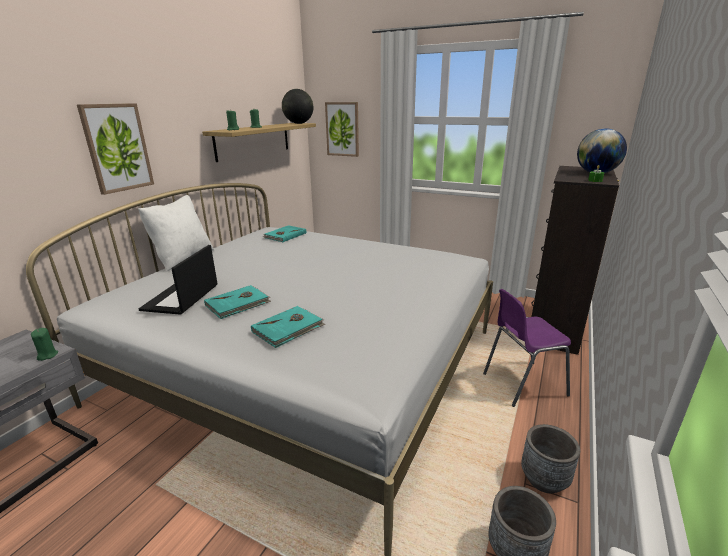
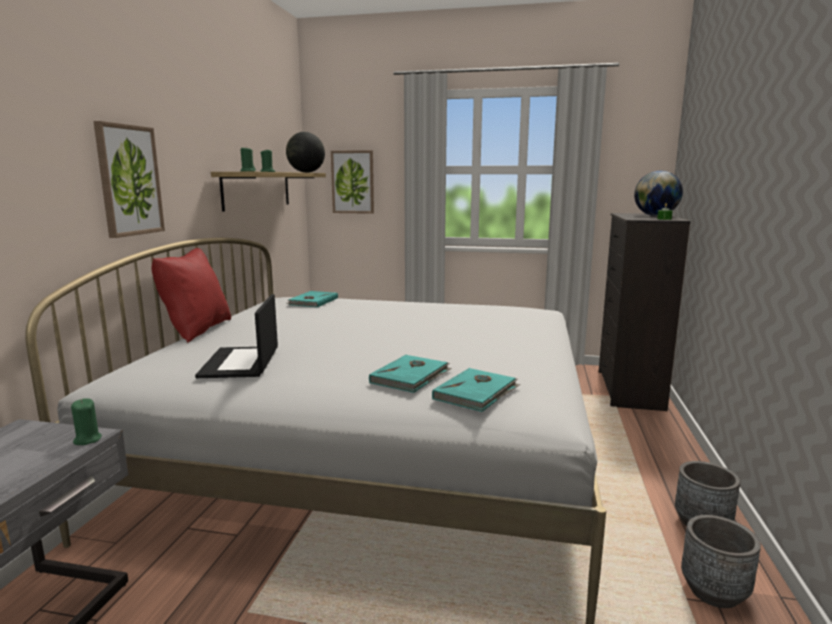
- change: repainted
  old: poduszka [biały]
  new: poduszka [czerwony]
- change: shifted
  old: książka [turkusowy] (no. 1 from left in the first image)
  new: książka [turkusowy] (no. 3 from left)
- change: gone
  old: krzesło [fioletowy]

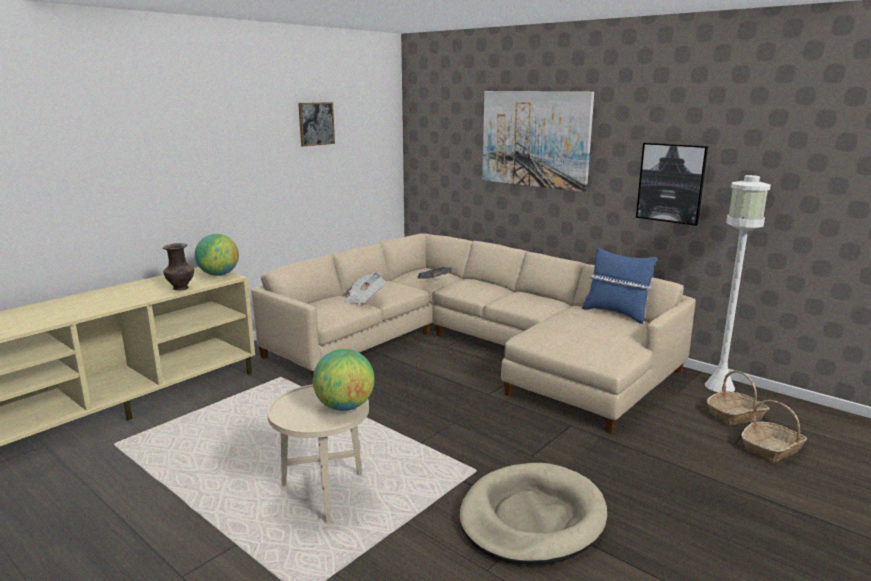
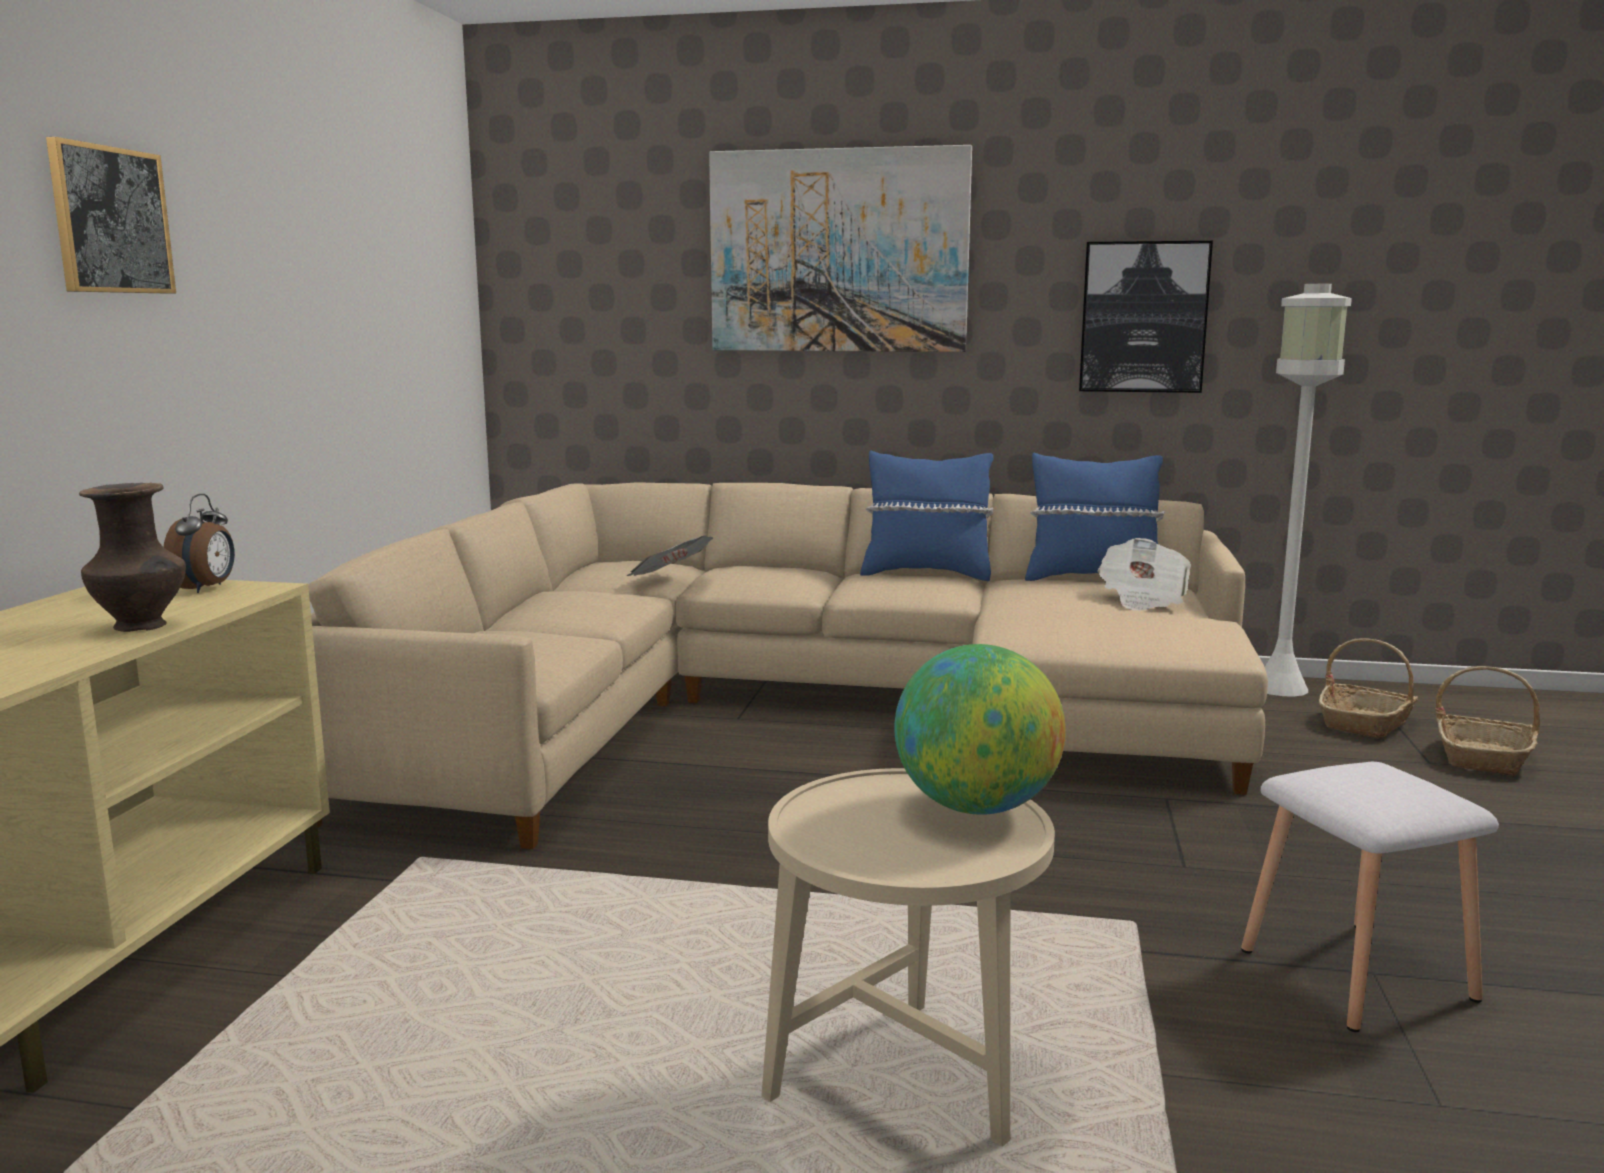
- change: swapped
  old: globus (no. 1 from left)
  new: budzik
- change: shifted
  old: obraz (no. 1 from left)
- change: shifted
  old: gazeta (no. 1 from left in the first image)
  new: gazeta (no. 2 from left)
- change: swapped
  old: legowisko [beżowy]
  new: stołek [biały]
- change: new
  new: poduszka [niebieski] (no. 1 from left)

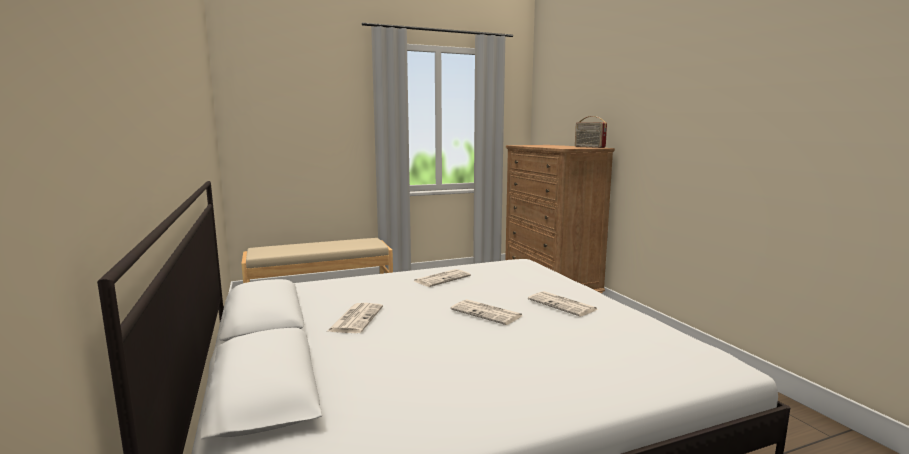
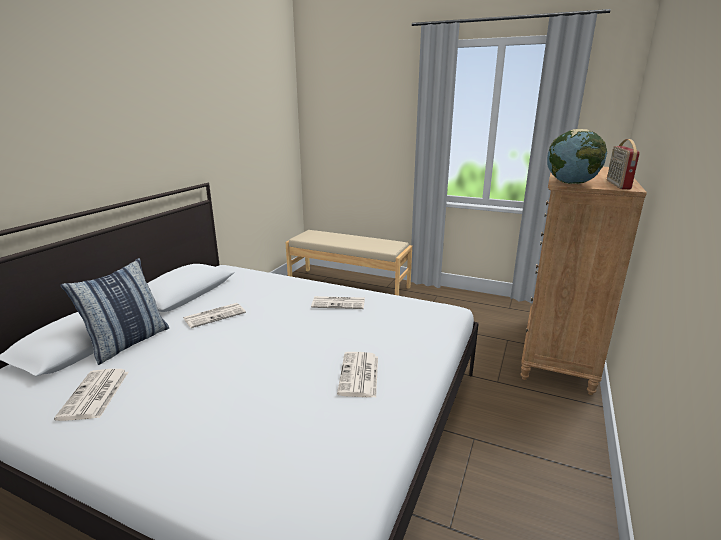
- change: shifted
  old: gazeta (no. 3 from left in the first image)
  new: gazeta (no. 1 from left)
- change: new
  new: poduszka
- change: new
  new: globus

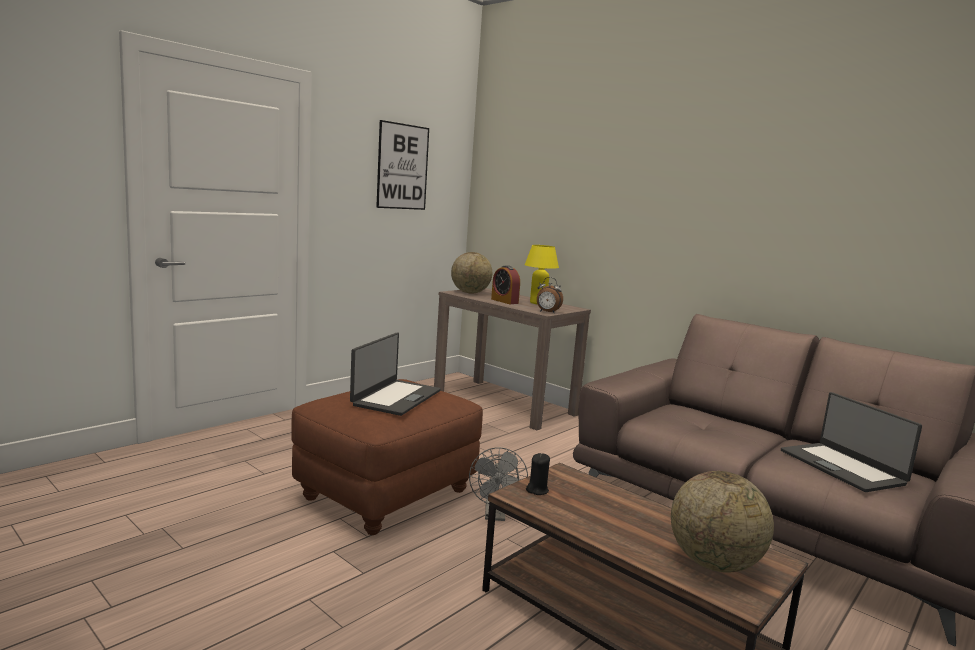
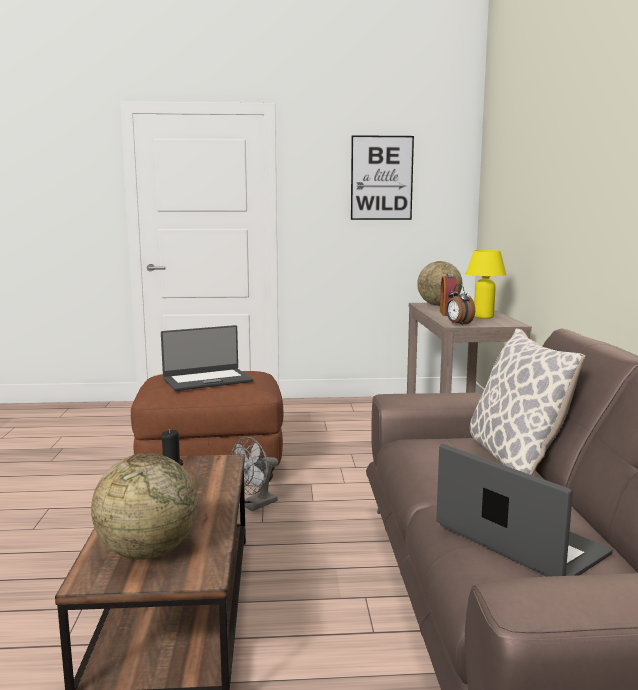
- change: rotated
  old: laptop (no. 2 from left)
  degrees: 120
- change: new
  new: poduszka

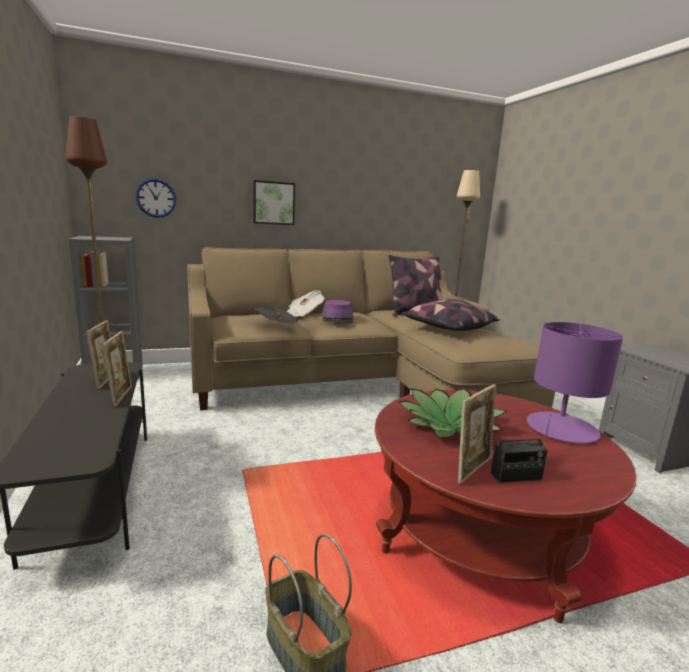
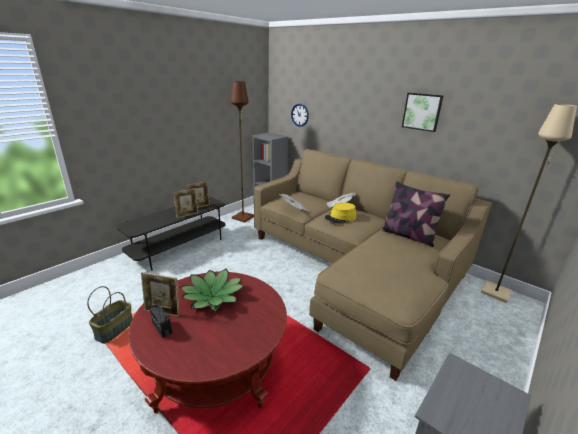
- change: shifted
  old: obraz
- change: repainted
  old: kapelusz [fioletowy]
  new: kapelusz [żółty]
- change: gone
  old: poduszka (no. 2 from left)
- change: gone
  old: lampa stołowa [fioletowy]

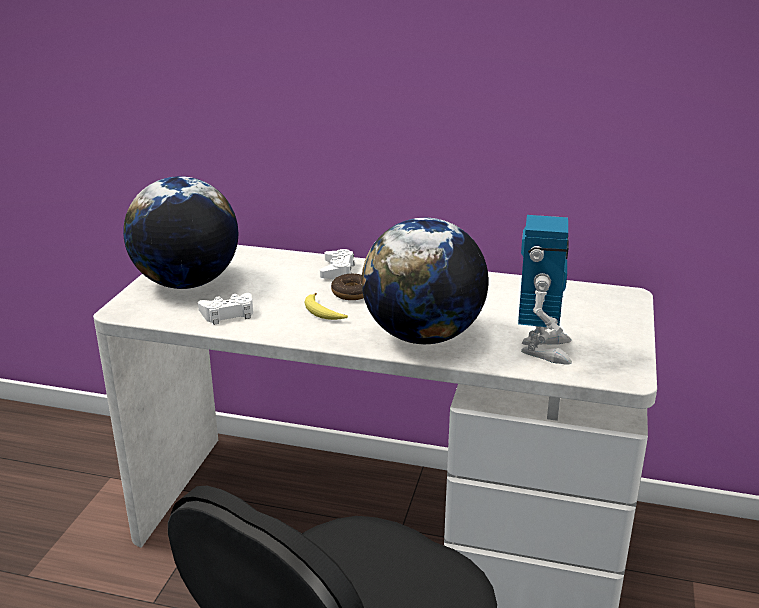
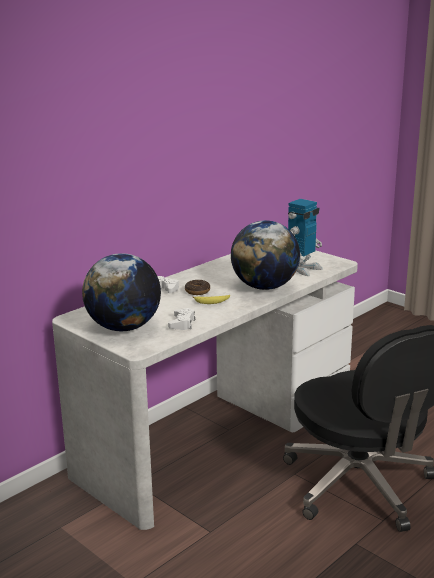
- change: rotated
  old: robot zabawkowy
  degrees: 90

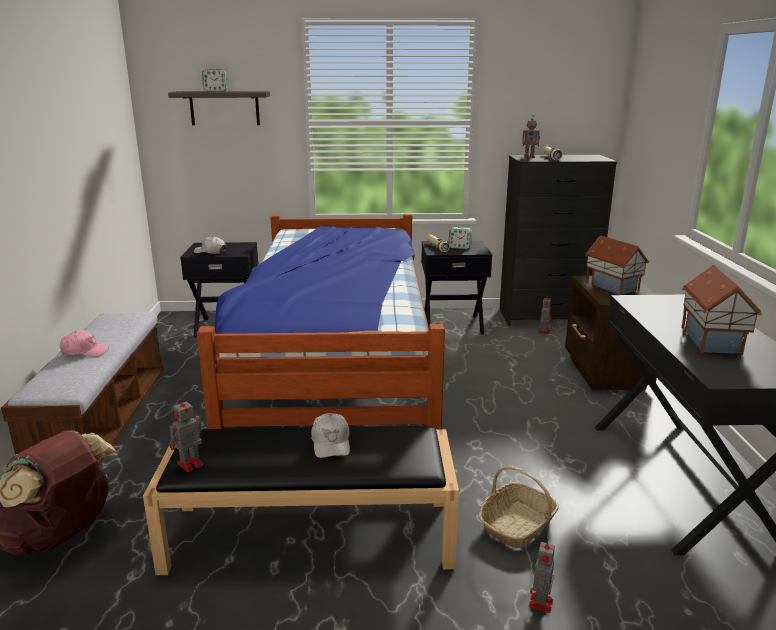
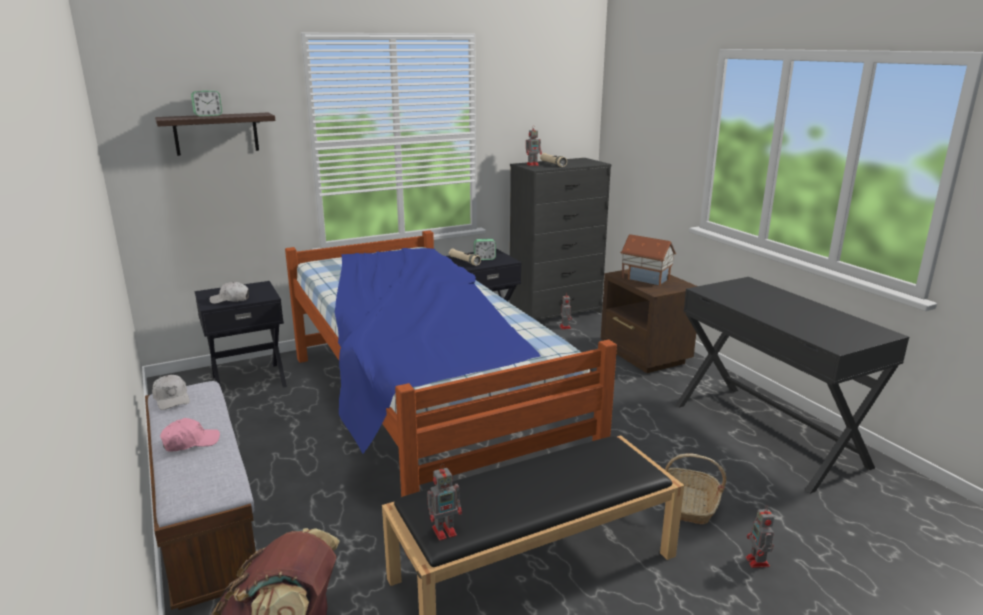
- change: rotated
  old: robot zabawkowy (no. 1 from left)
  degrees: -135
- change: shifted
  old: czapka z daszkiem [biały] (no. 2 from left in the first image)
  new: czapka z daszkiem [biały] (no. 1 from left)
- change: gone
  old: domek (no. 2 from left)

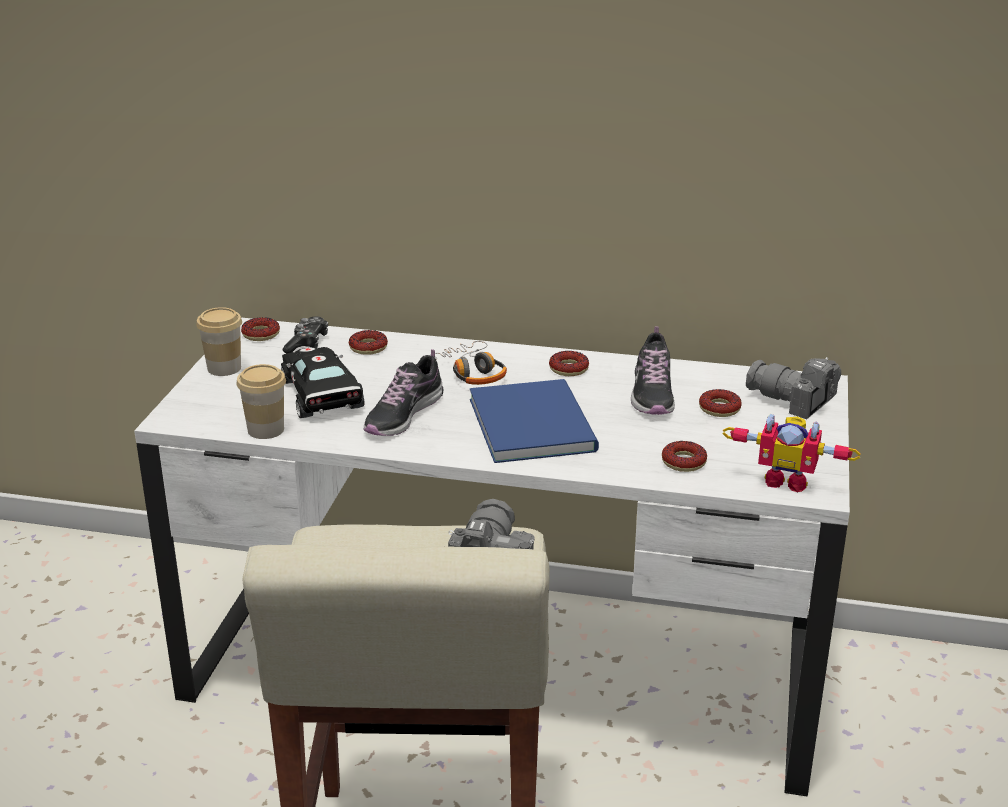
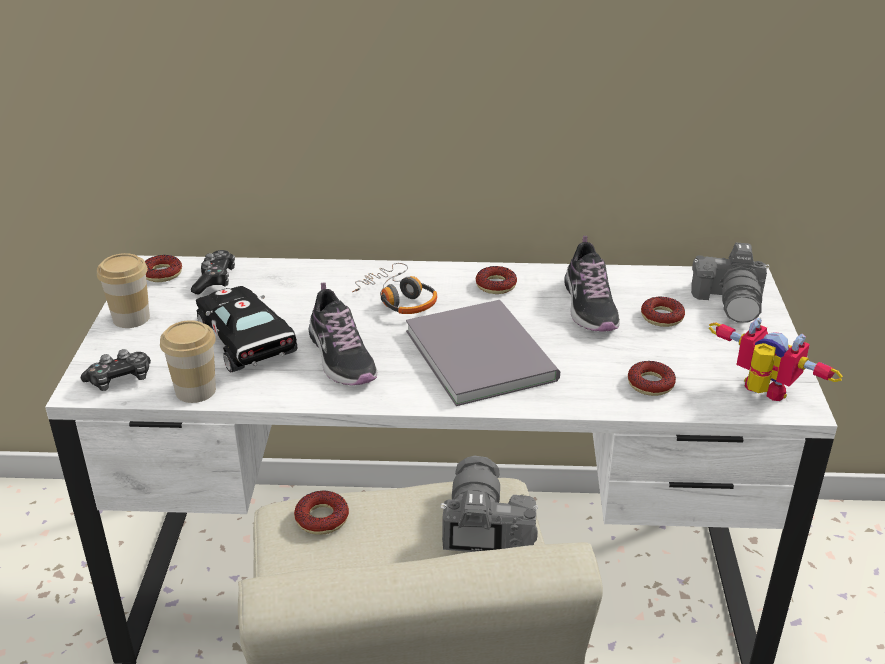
- change: shifted
  old: donut (no. 2 from left)
- change: rotated
  old: but (no. 1 from left)
  degrees: -45
- change: repainted
  old: książka [niebieski]
  new: książka [szary]
- change: rotated
  old: robot zabawkowy
  degrees: -150
- change: rotated
  old: aparat fotograficzny (no. 2 from left)
  degrees: -105
- change: new
  new: pad do gier (no. 1 from left)

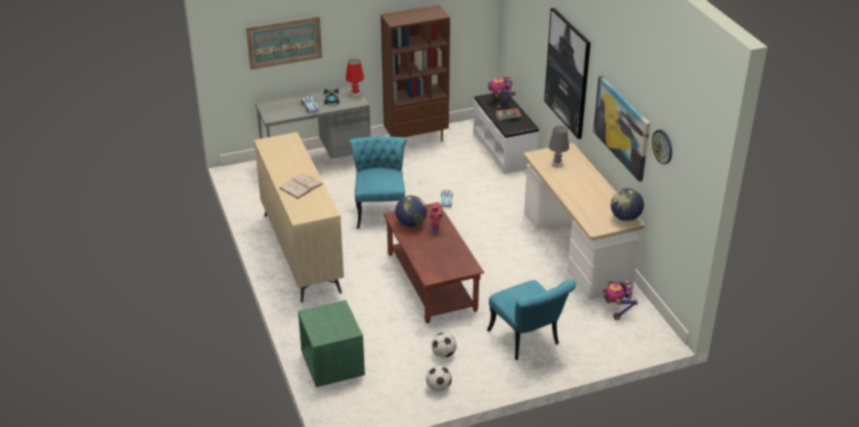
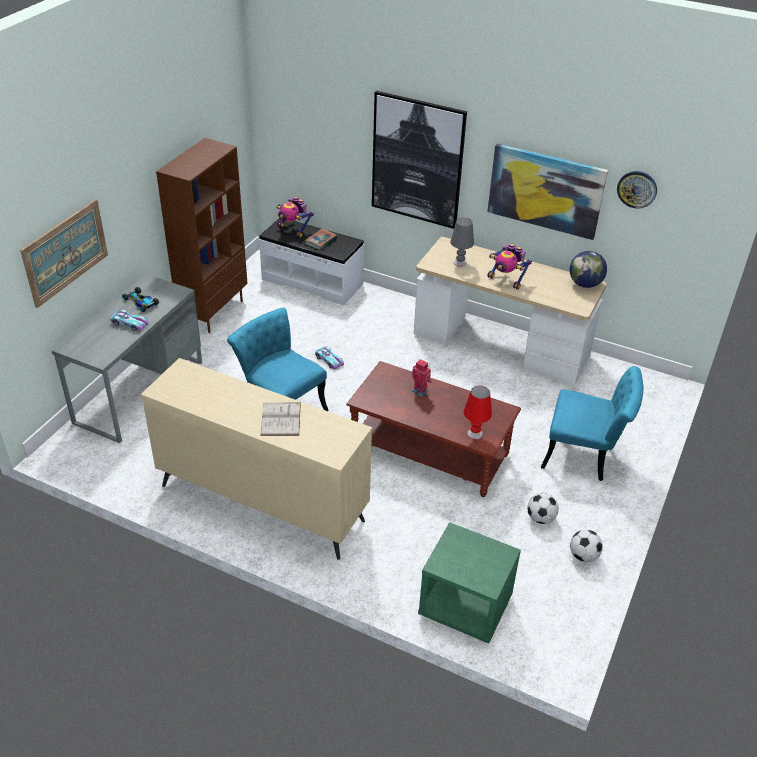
- change: shifted
  old: lampa stołowa [czerwony]
- change: gone
  old: globus (no. 1 from left)
- change: shifted
  old: robot zabawkowy (no. 3 from left)

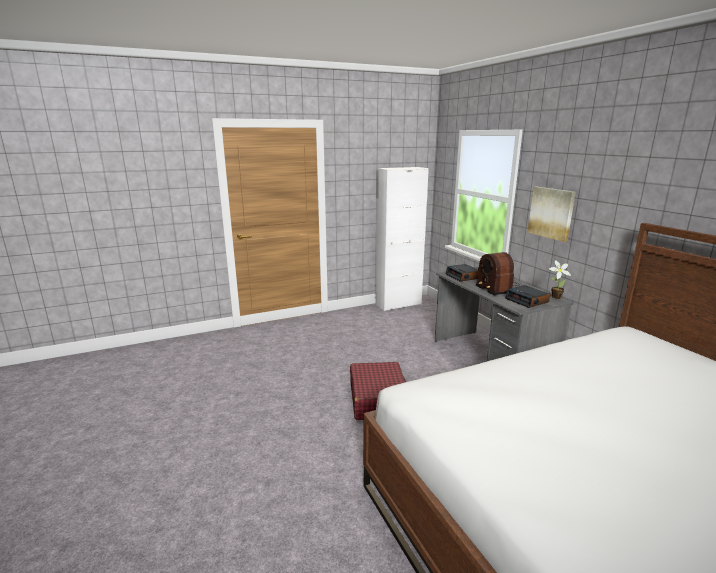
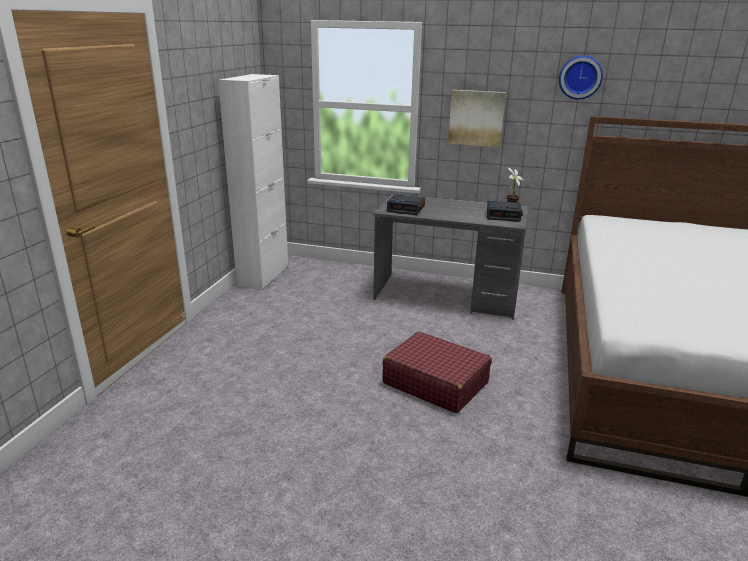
- change: gone
  old: radio
- change: new
  new: zegar ścienny

